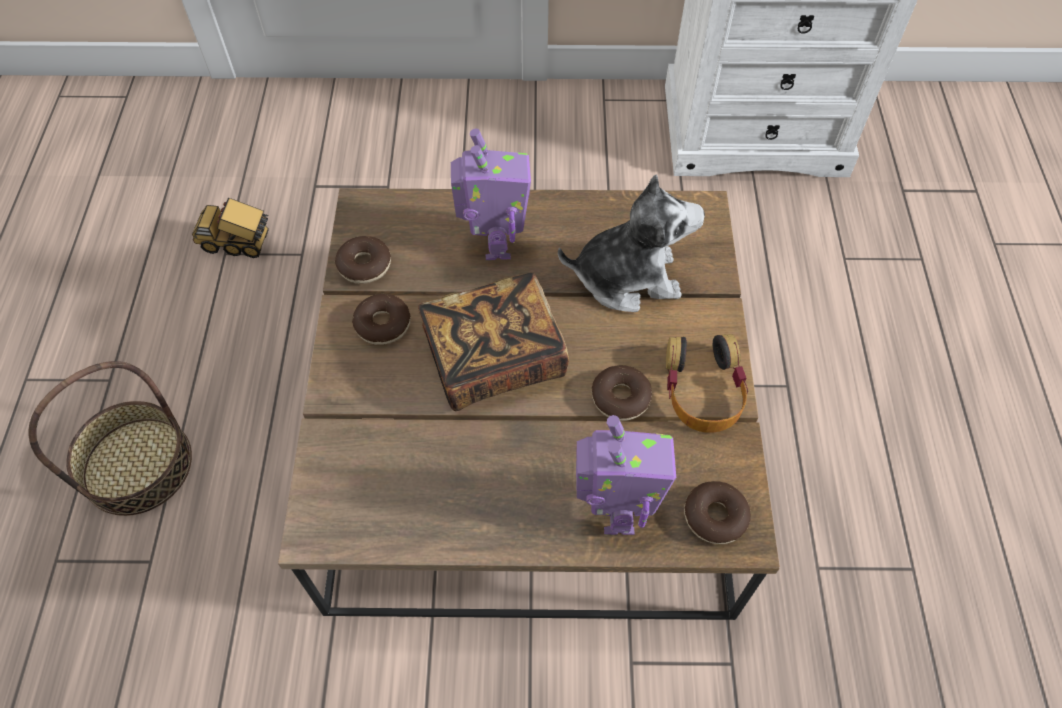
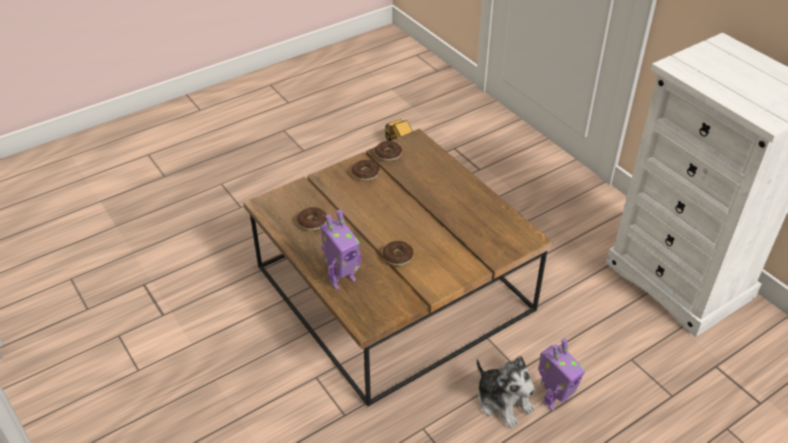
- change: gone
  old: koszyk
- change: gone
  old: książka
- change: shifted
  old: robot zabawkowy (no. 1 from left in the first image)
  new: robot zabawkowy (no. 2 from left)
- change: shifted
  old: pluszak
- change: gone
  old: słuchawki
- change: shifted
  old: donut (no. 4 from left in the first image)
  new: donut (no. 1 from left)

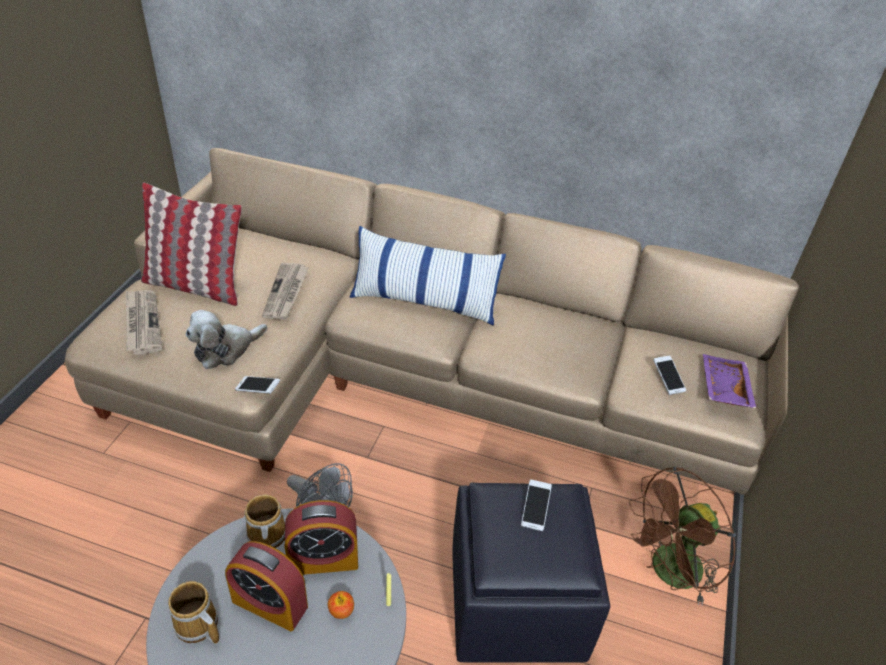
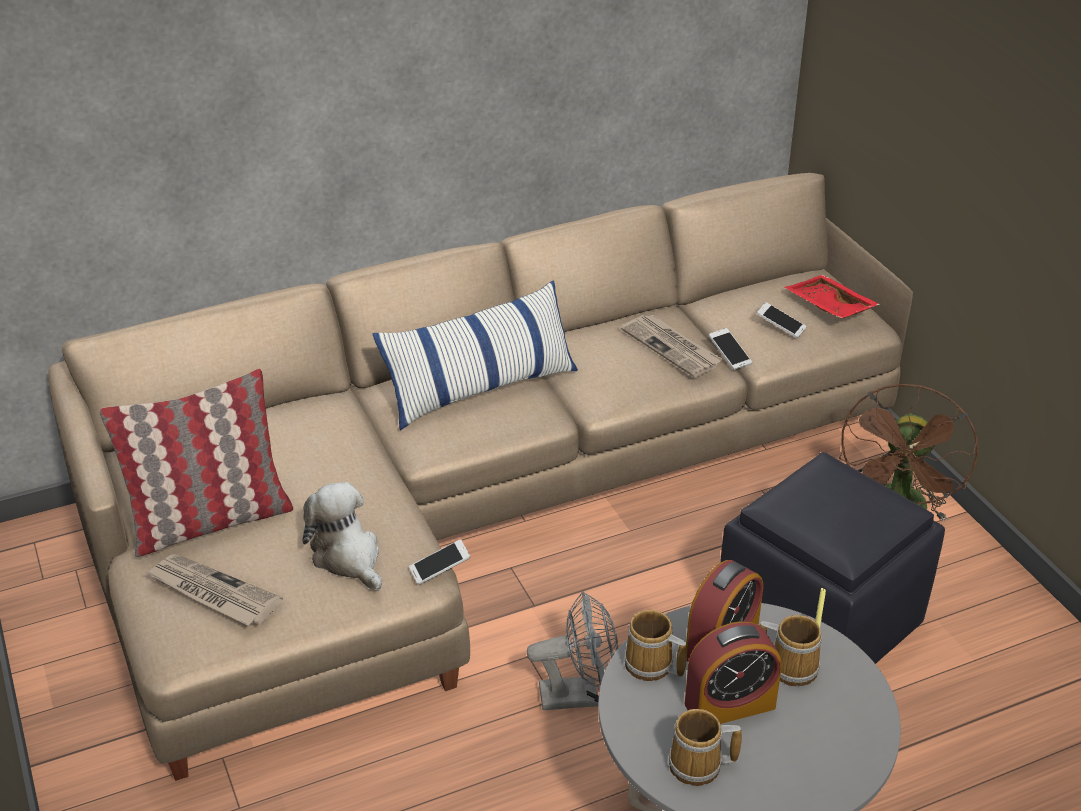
- change: rotated
  old: pluszak
  degrees: 135
- change: shifted
  old: gazeta (no. 2 from left)
- change: swapped
  old: jabłko
  new: kubek (no. 3 from left)
- change: shifted
  old: telefon (no. 2 from left)
- change: repainted
  old: taca [fioletowy]
  new: taca [czerwony]

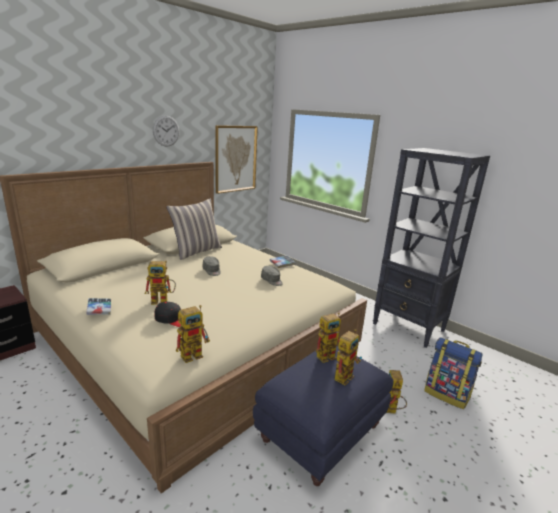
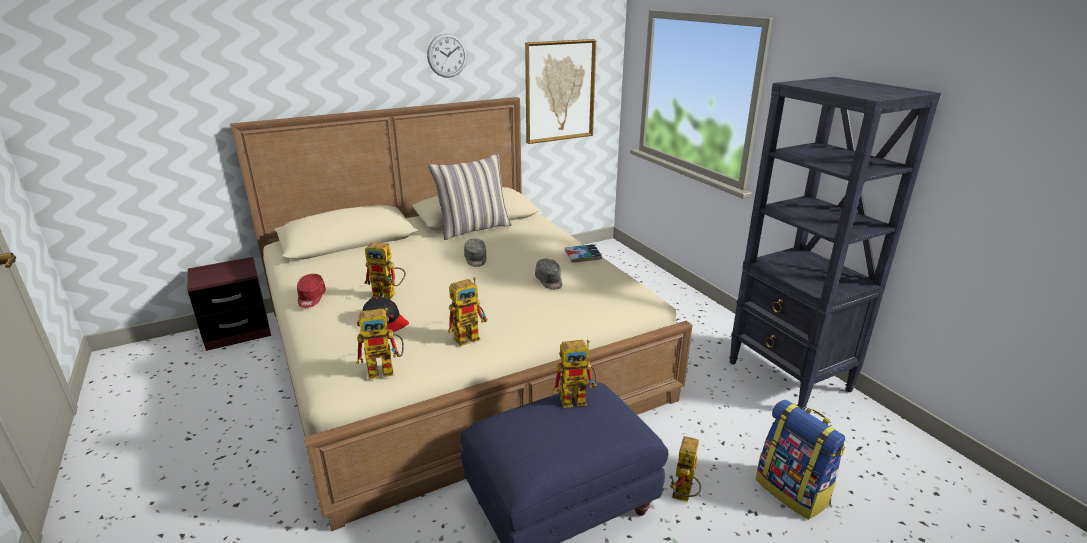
- change: swapped
  old: książka (no. 1 from left)
  new: czapka z daszkiem [czerwony]
- change: shifted
  old: robot zabawkowy (no. 4 from left in the first image)
  new: robot zabawkowy (no. 3 from left)

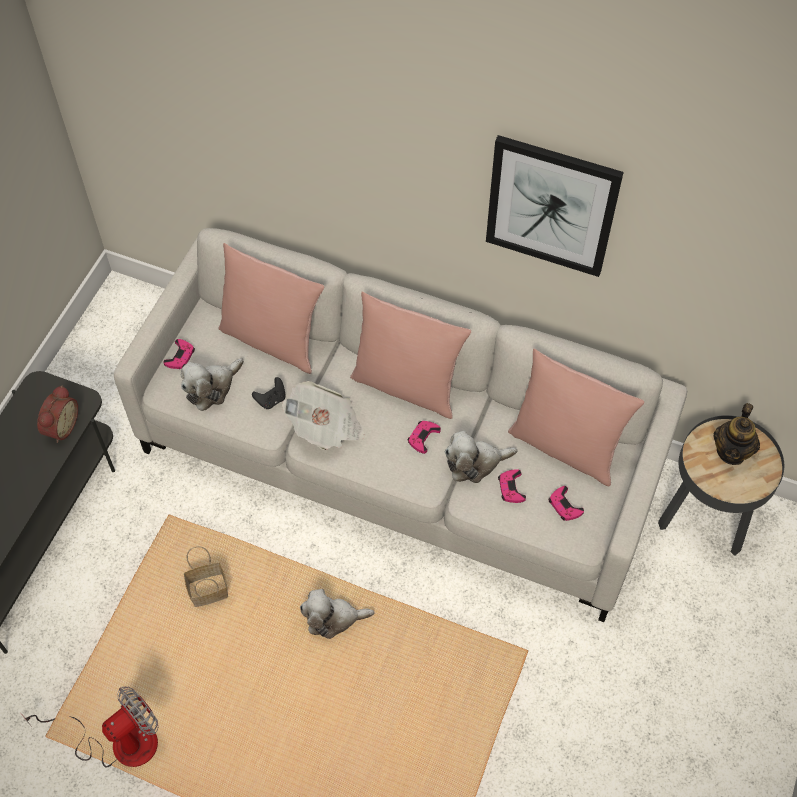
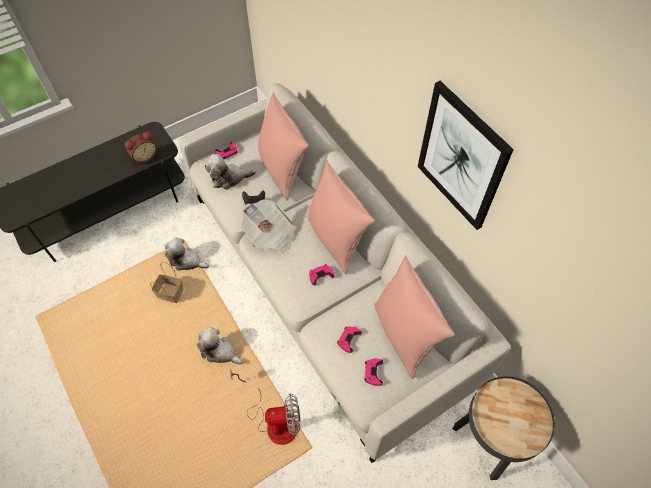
- change: shifted
  old: wentylator
- change: shifted
  old: pluszak (no. 3 from left in the first image)
  new: pluszak (no. 1 from left)
- change: gone
  old: imbryk

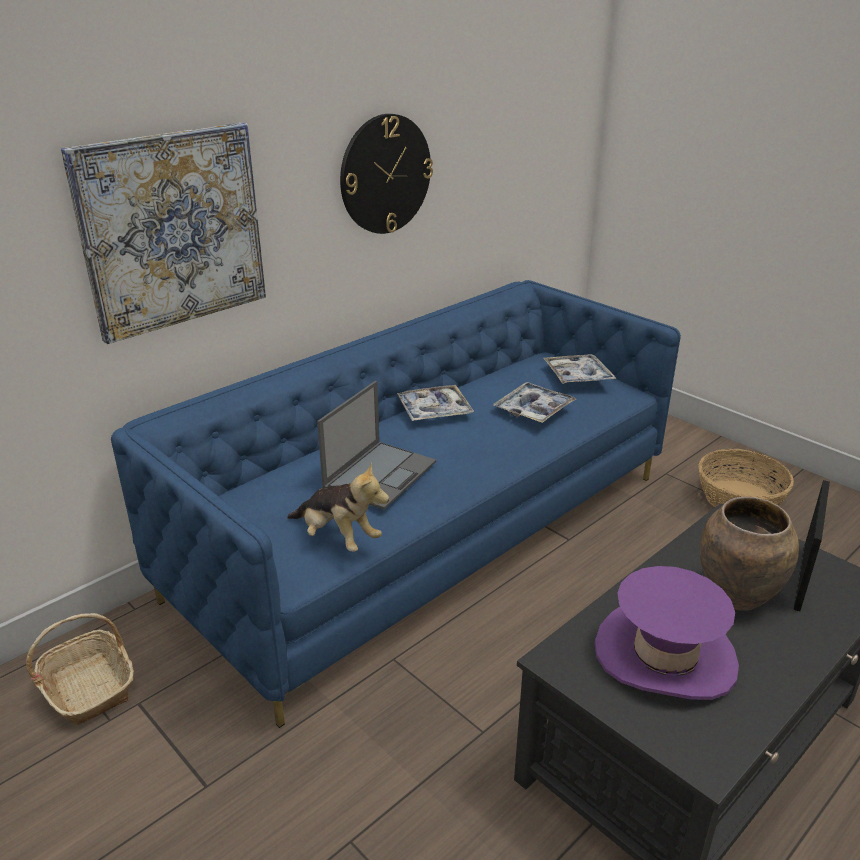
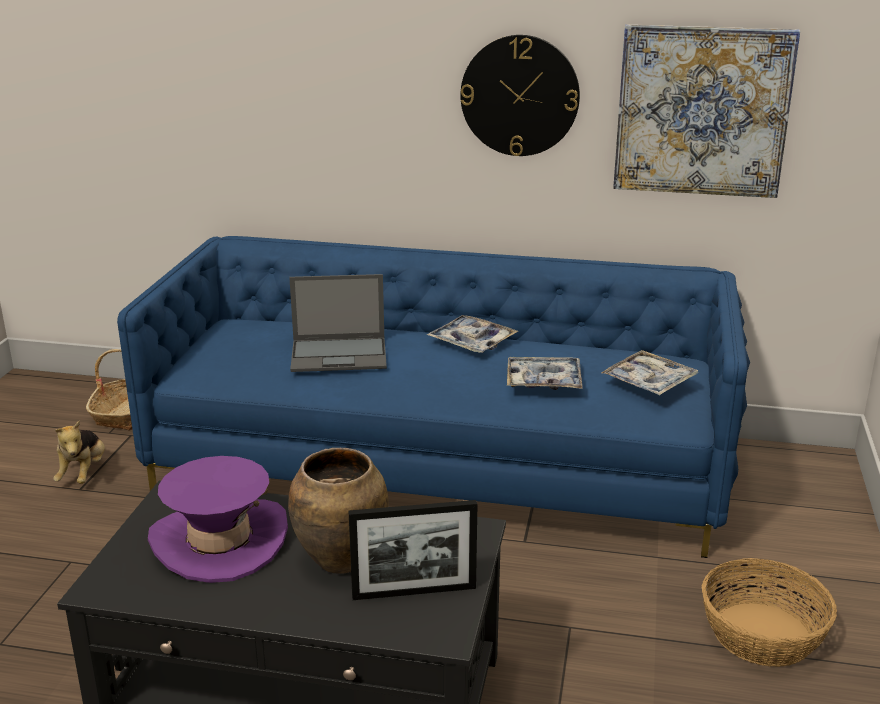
- change: shifted
  old: obraz
- change: shifted
  old: pluszak

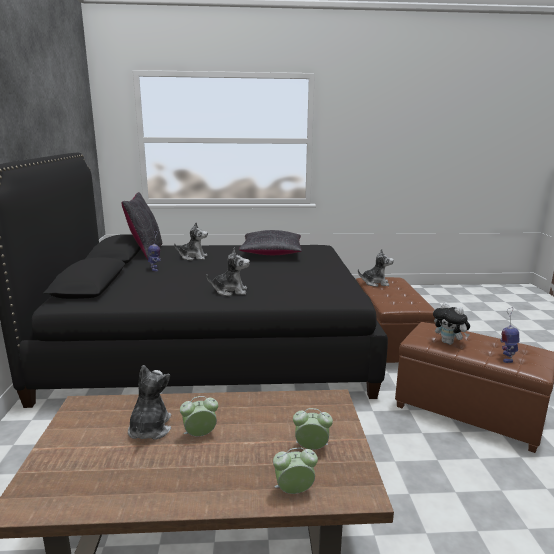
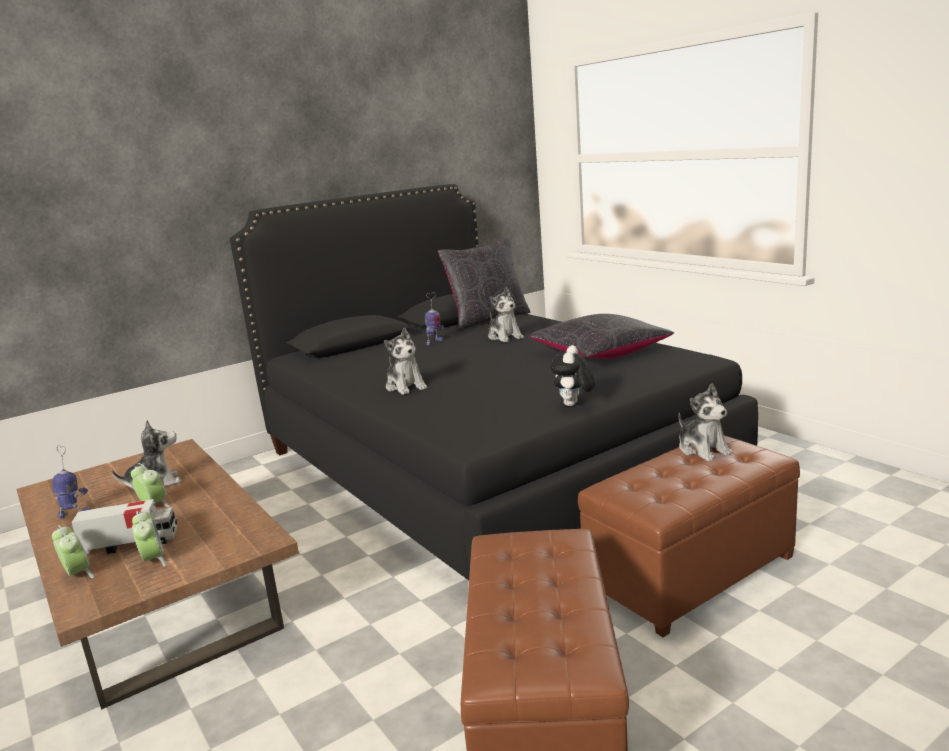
- change: shifted
  old: pluszak (no. 5 from left in the first image)
  new: pluszak (no. 4 from left)
- change: shifted
  old: robot zabawkowy (no. 2 from left in the first image)
  new: robot zabawkowy (no. 1 from left)
- change: new
  new: ciężarówka zabawkowa

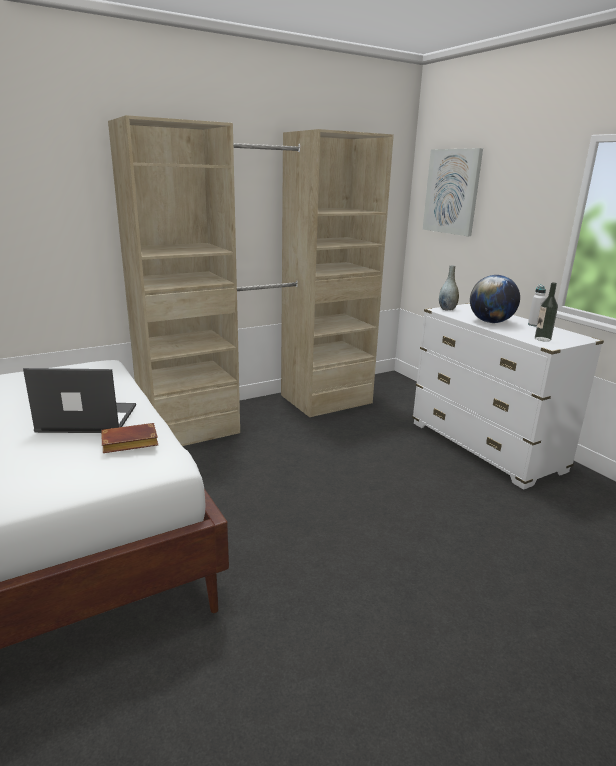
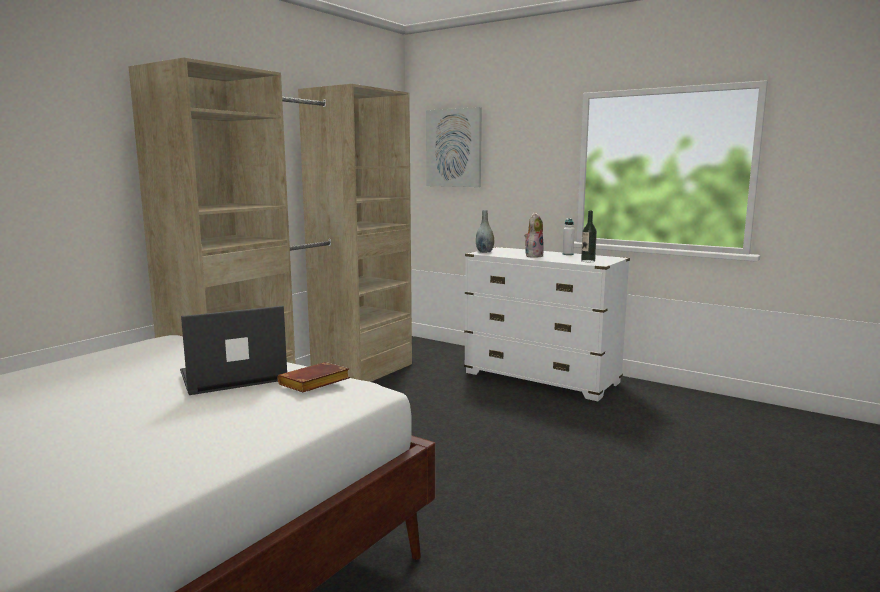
- change: swapped
  old: globus
  new: pluszak

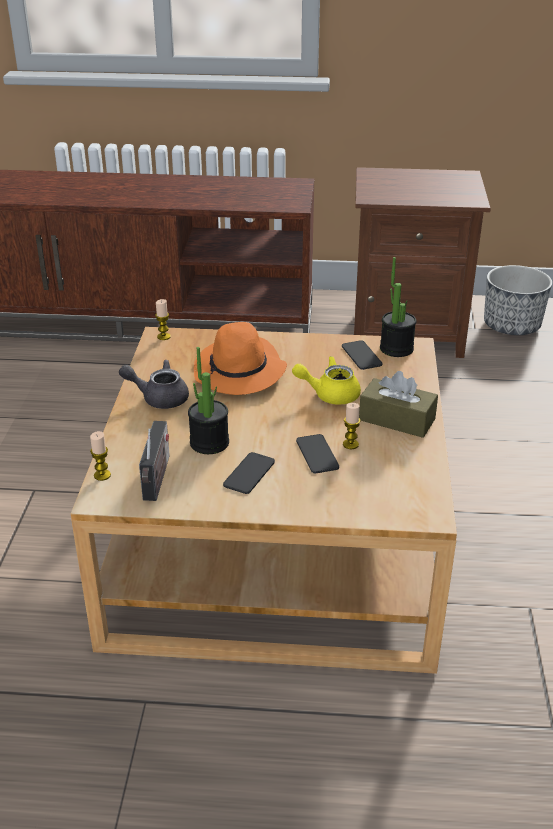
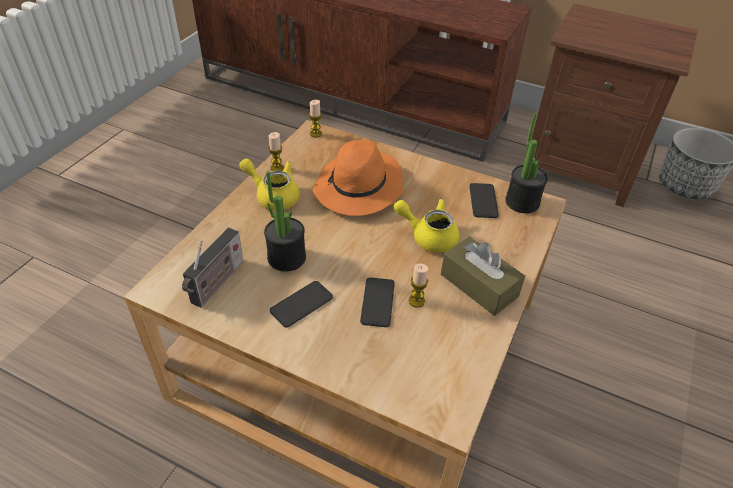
- change: shifted
  old: świeca (no. 1 from left)
- change: repainted
  old: imbryk [szary]
  new: imbryk [żółty] (no. 1 from left)

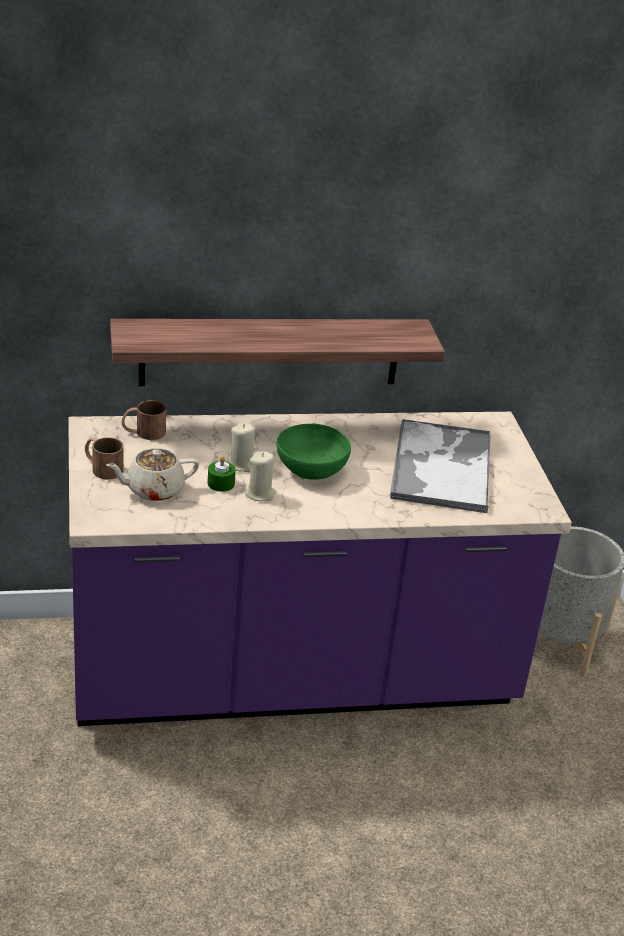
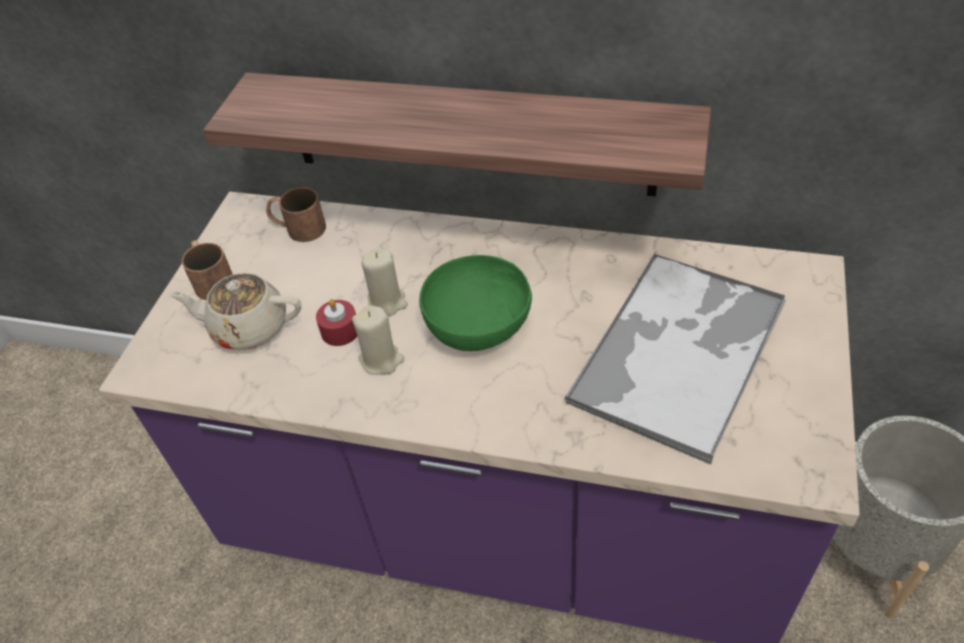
- change: repainted
  old: świeca [zielony]
  new: świeca [czerwony]

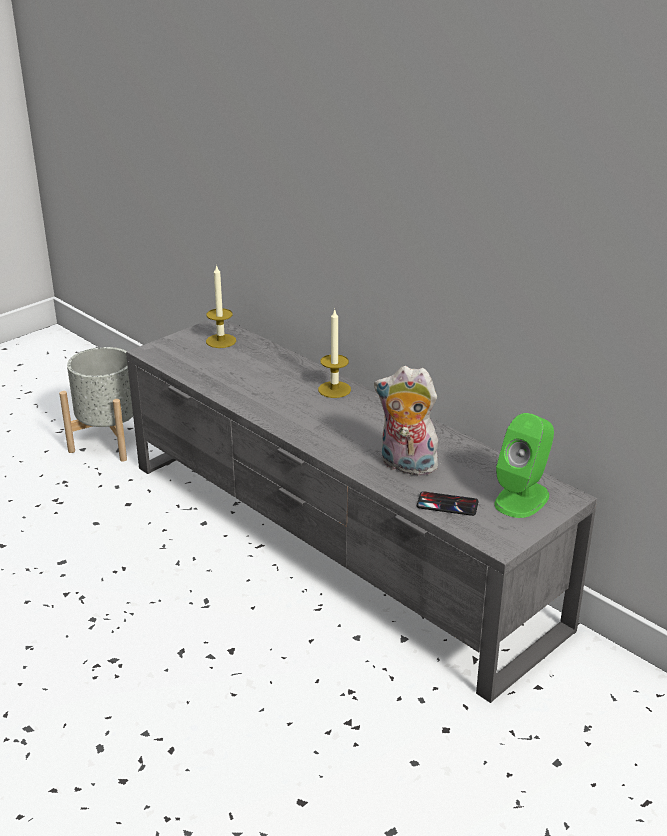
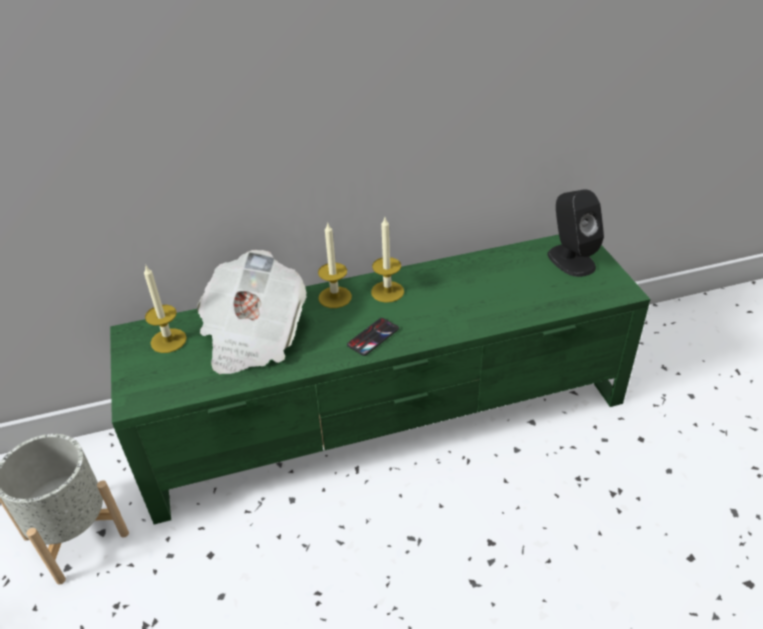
- change: repainted
  old: szafka pod telewizor [szary]
  new: szafka pod telewizor [zielony]
- change: gone
  old: pluszak
- change: shifted
  old: telefon
- change: repainted
  old: głośnik [zielony]
  new: głośnik [czarny]
- change: new
  new: gazeta
- change: new
  new: świeca (no. 3 from left)

